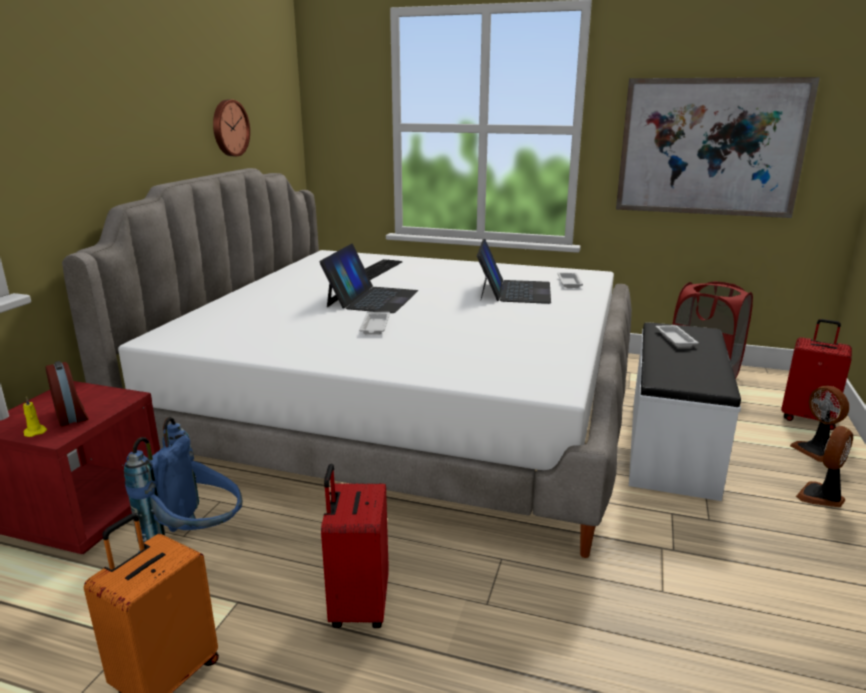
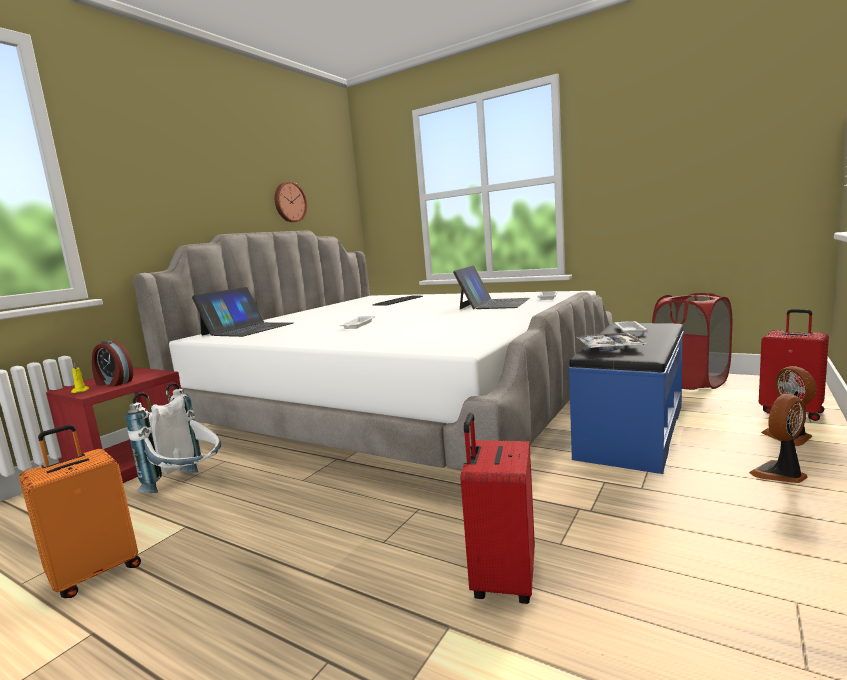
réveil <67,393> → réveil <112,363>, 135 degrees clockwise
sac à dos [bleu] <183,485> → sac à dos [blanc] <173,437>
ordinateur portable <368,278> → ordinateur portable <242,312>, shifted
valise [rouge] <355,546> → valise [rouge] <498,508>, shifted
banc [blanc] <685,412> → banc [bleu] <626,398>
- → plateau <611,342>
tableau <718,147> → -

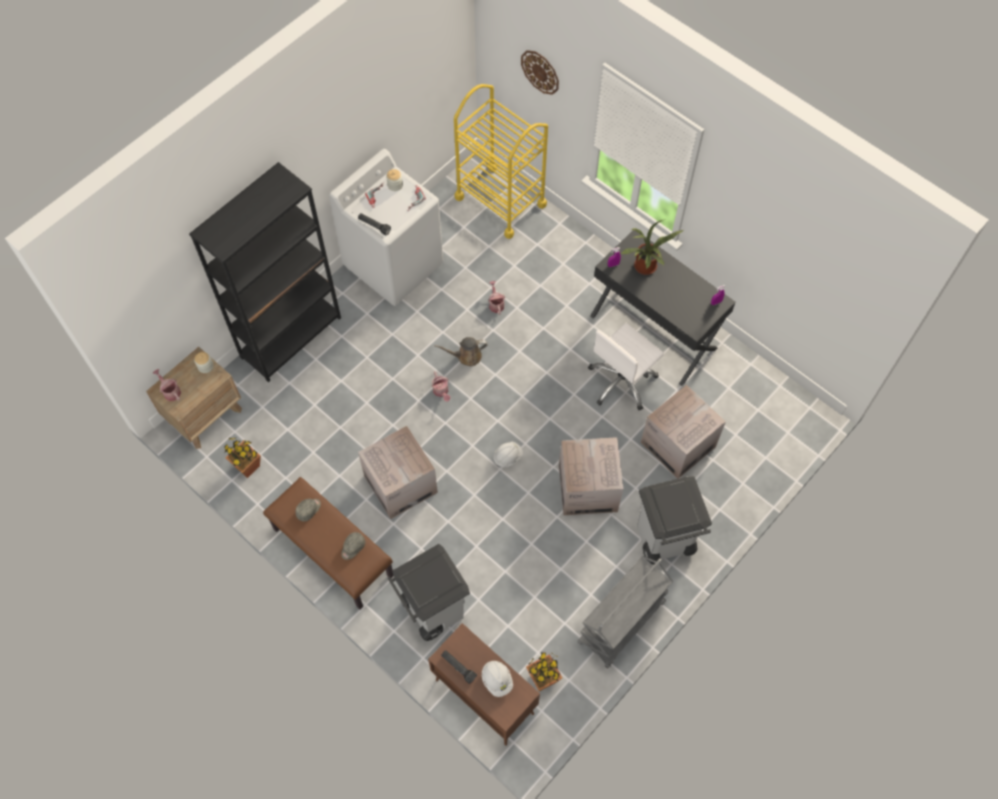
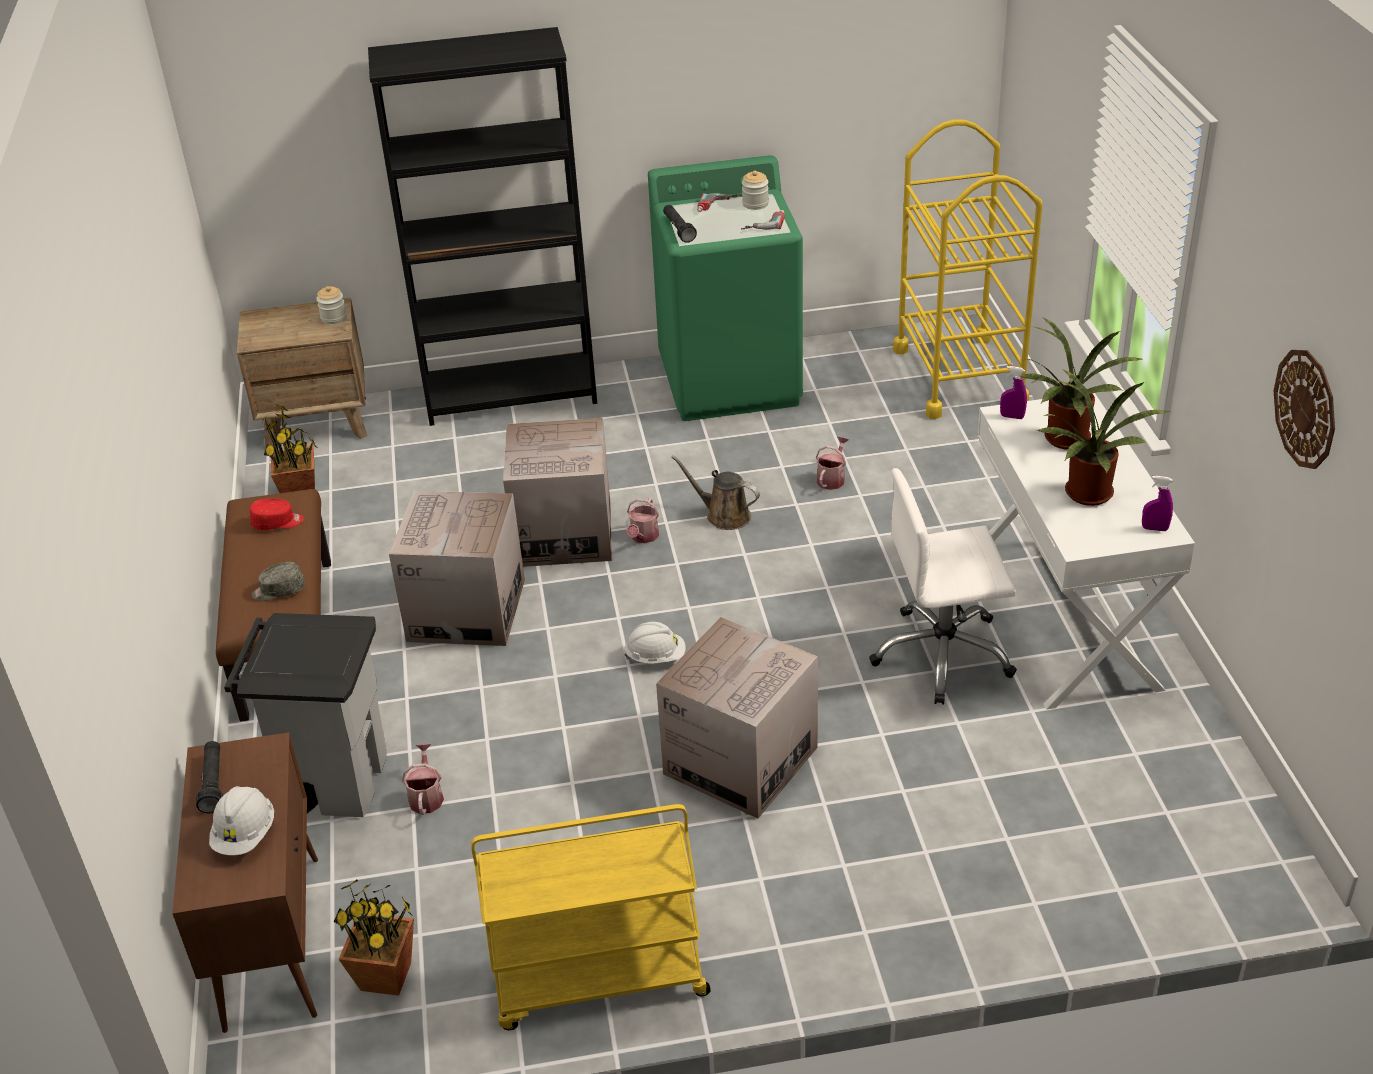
casquette [gris] <308,510> → casquette [rouge] <277,514>
arrosoir <167,385> → arrosoir <423,779>, shifted
chariot [gris] <625,612> → chariot [jaune] <591,917>
carton <683,432> → carton <557,492>, shifted
lave-linge [blanc] <386,227> → lave-linge [vert] <725,288>
bureau [noir] <663,308> → bureau [blanc] <1086,551>
- → plante en pot <1103,437>
horloge murale <540,72> → horloge murale <1304,409>, shifted
poubelle [gris] <674,520> → -

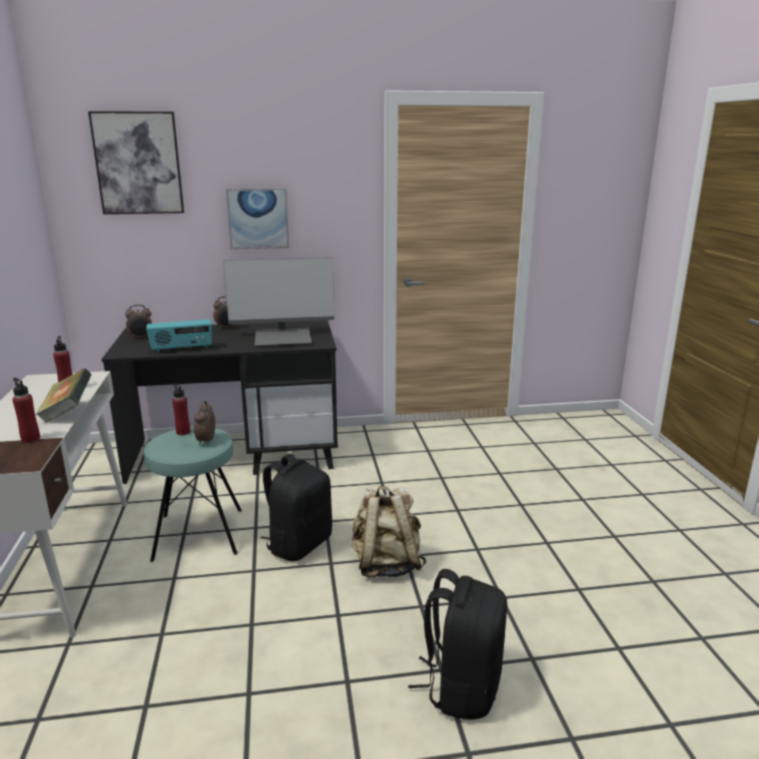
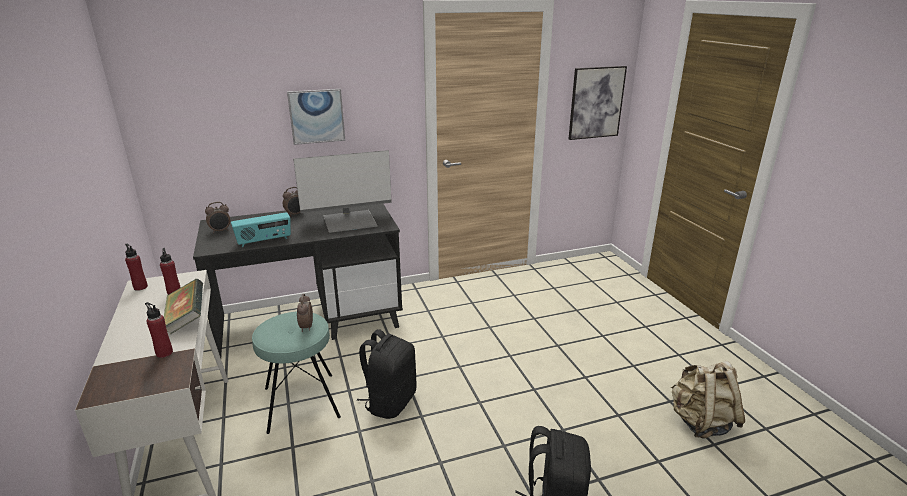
bouteille [rouge] <181,409> → bouteille [rouge] <136,267>, shifted
tableau <136,162> → tableau <598,103>, shifted
sac à dos [beige] <388,532> → sac à dos [beige] <708,400>, shifted

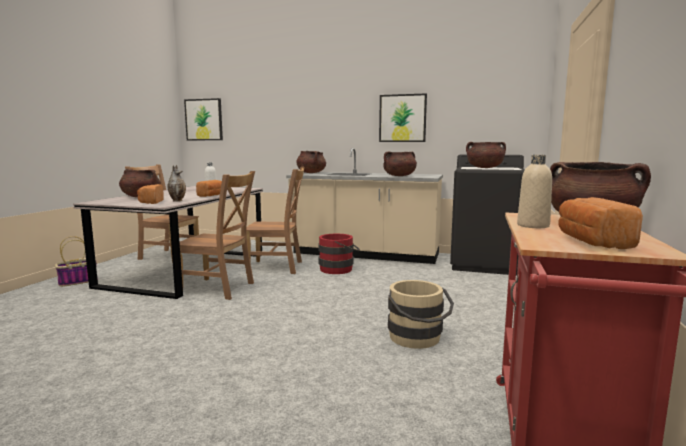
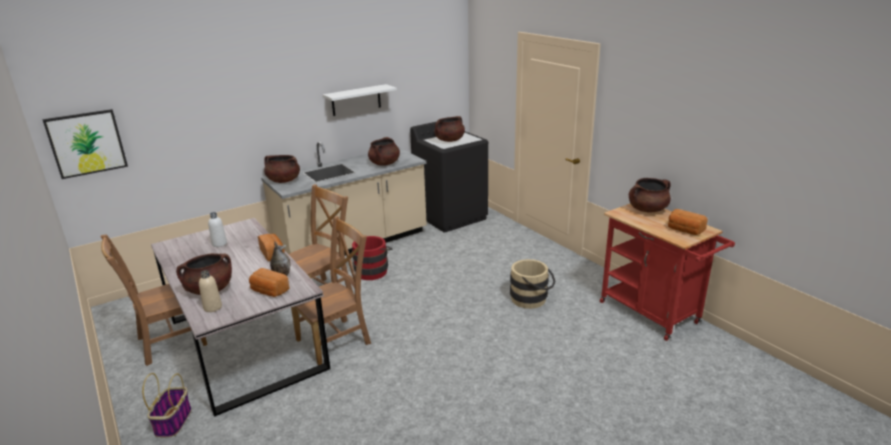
bouteille [beige] <534,191> → bouteille [beige] <210,291>, shifted
tableau <403,117> → étagère [blanc] <360,100>

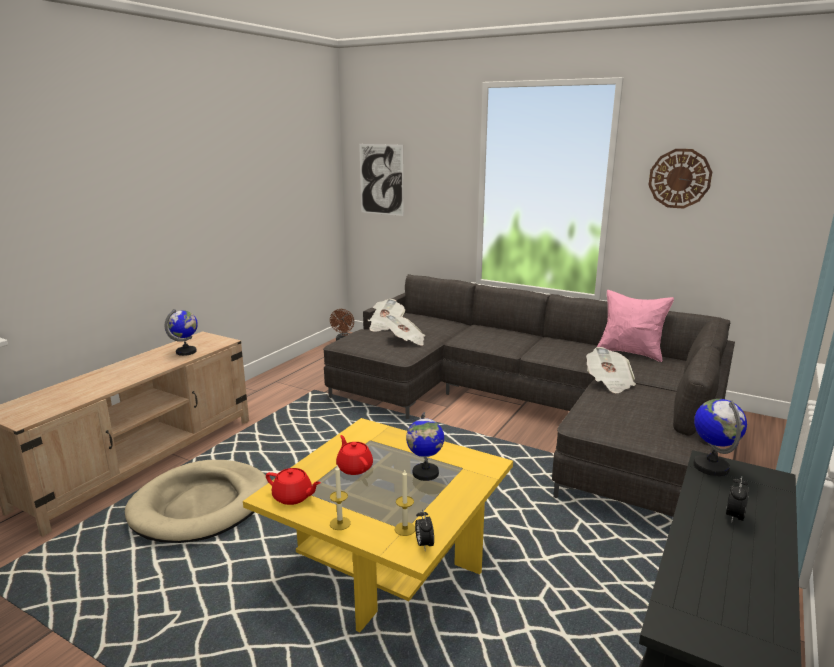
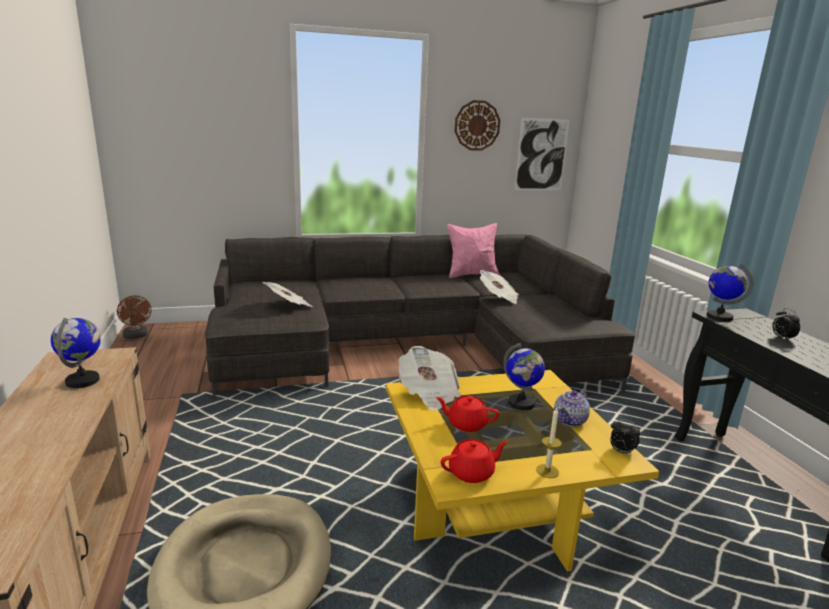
journal <386,315> → journal <430,378>, shifted
tableau <381,180> → tableau <542,154>, shifted
- → théière <572,408>
bougie <405,503> → -

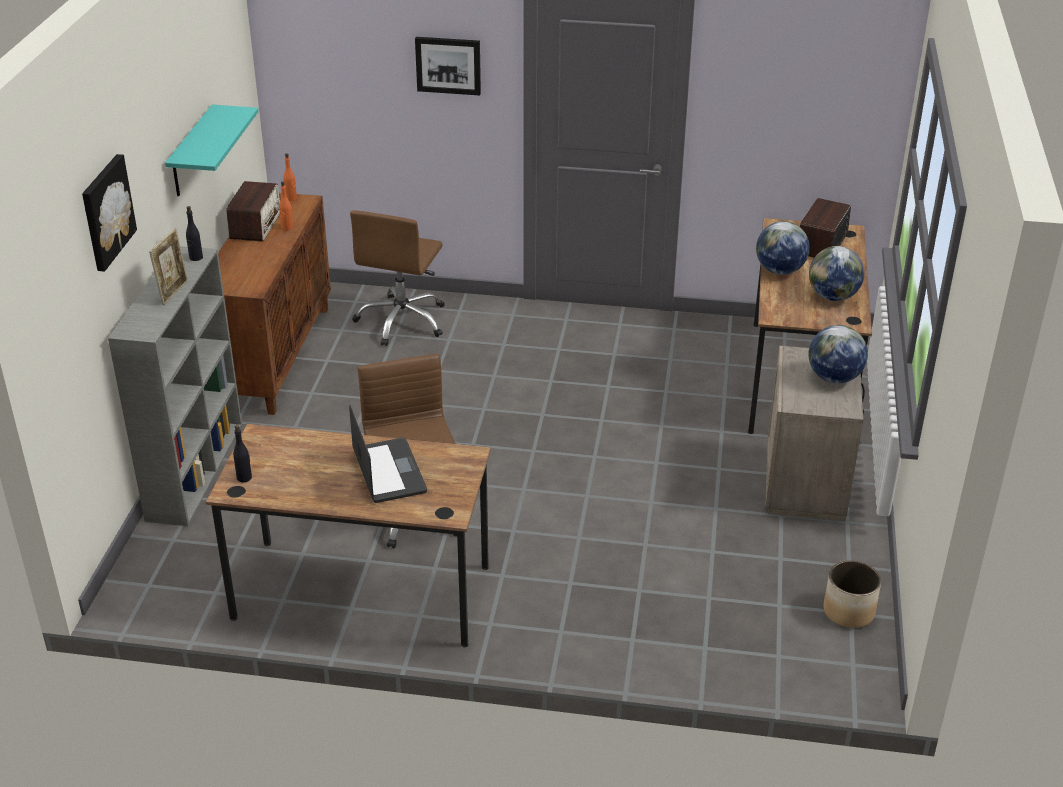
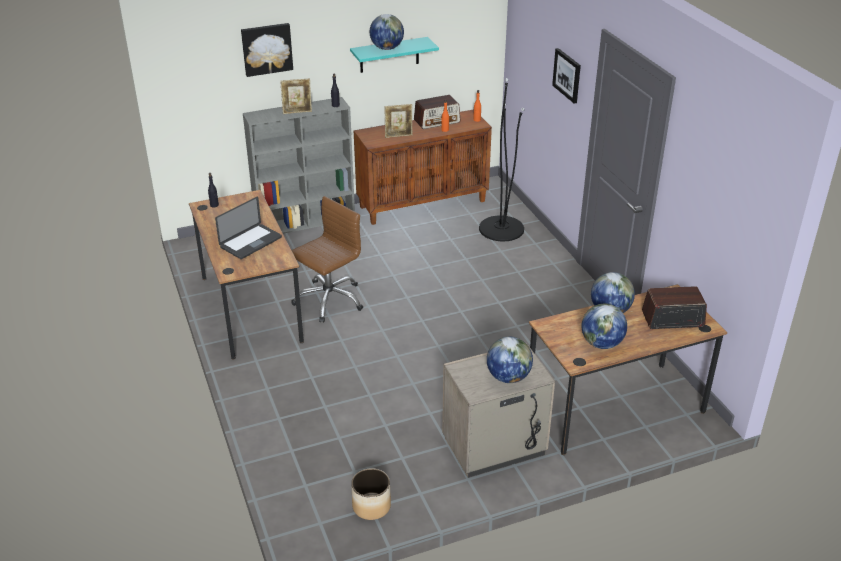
- → globe <387,32>
- → cadre photo <398,121>
chaise de bureau [marron] <397,278> → lampadaire [noir] <502,159>

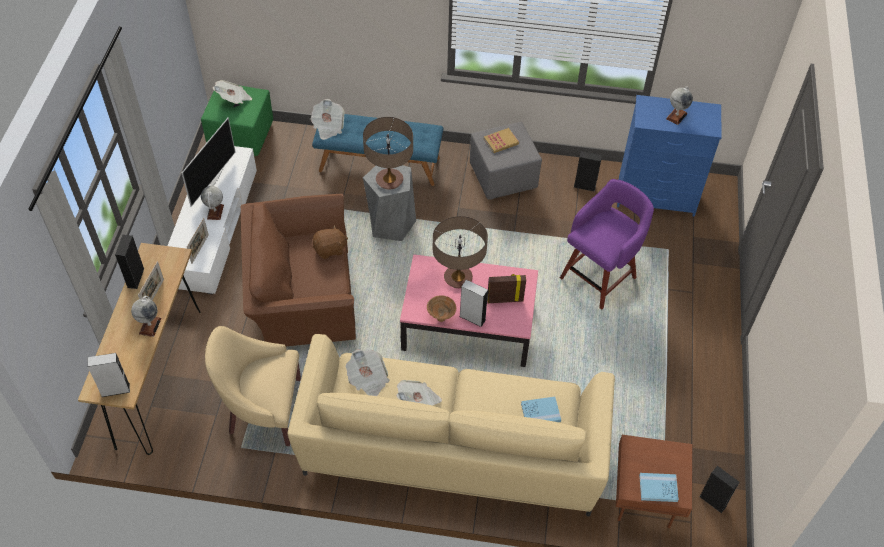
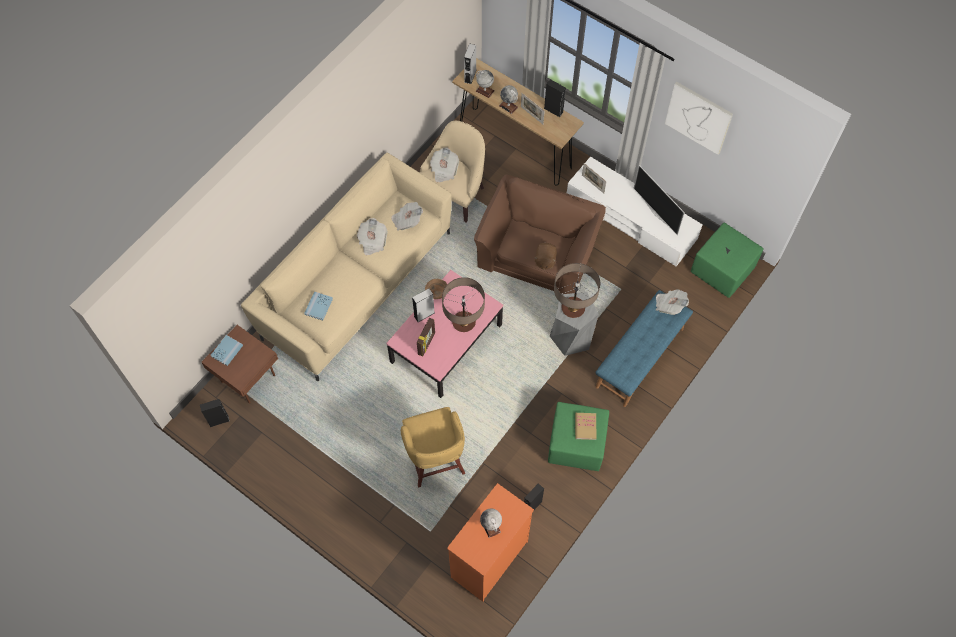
tabouret [violet] <607,244> → tabouret [jaune] <433,447>
journal <232,92> → journal <444,165>, shifted
commode [bleu] <669,156> → commode [orange] <490,542>
globe <212,203> → globe <485,84>, shifted
pouf [gris] <506,161> → pouf [vert] <578,436>
- → tableau <699,118>

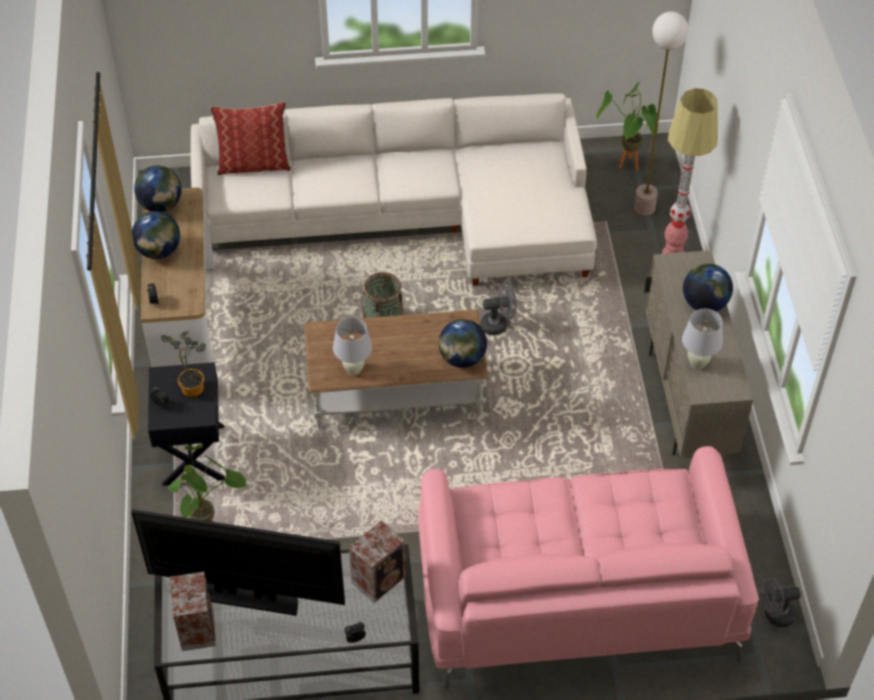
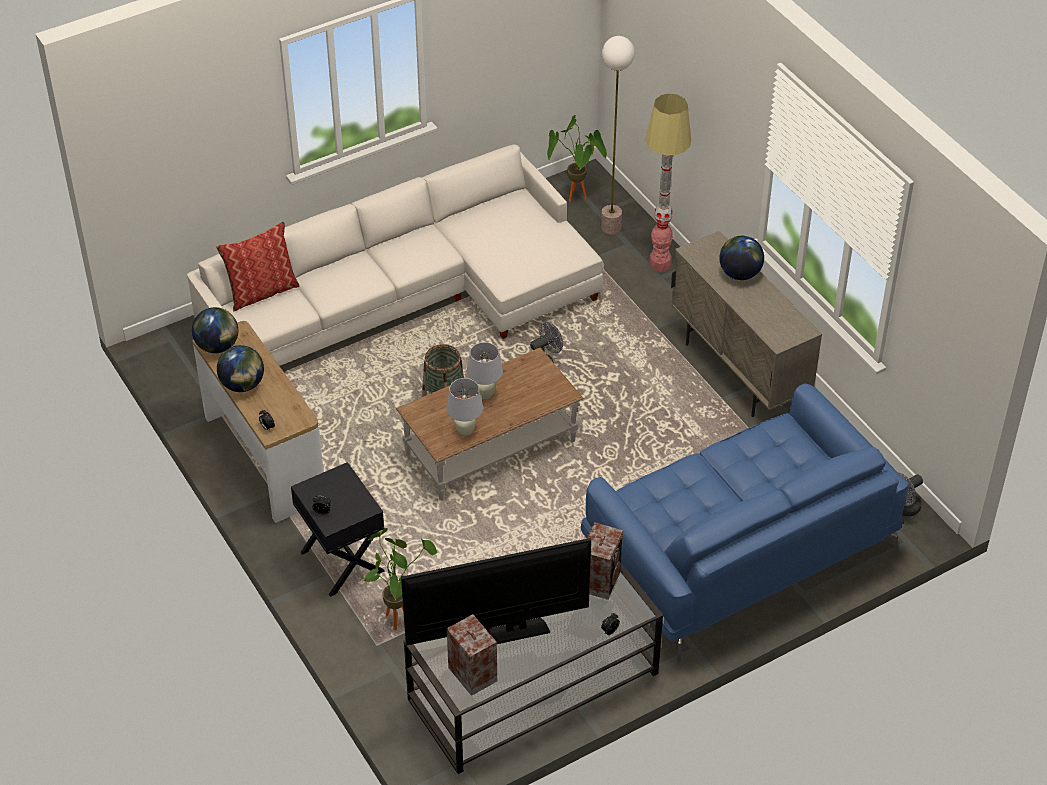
lampe de table [blanc] <702,339> → lampe de table [blanc] <485,370>, shifted
canapé [rose] <588,568> → canapé [bleu] <745,523>
plante en pot <183,364> → -
globe <463,343> → -

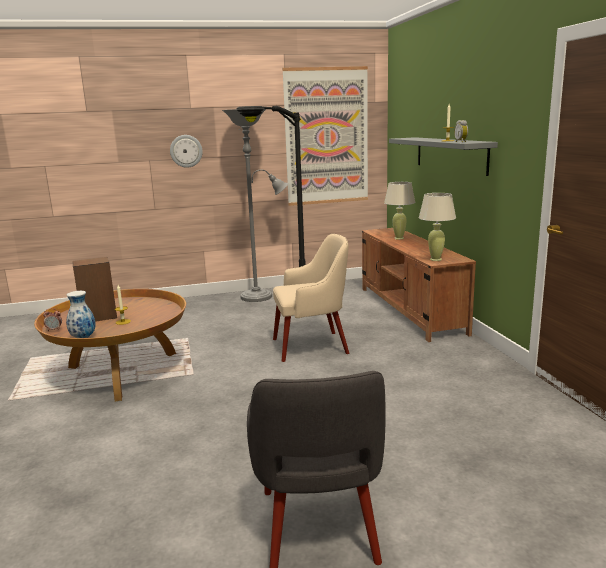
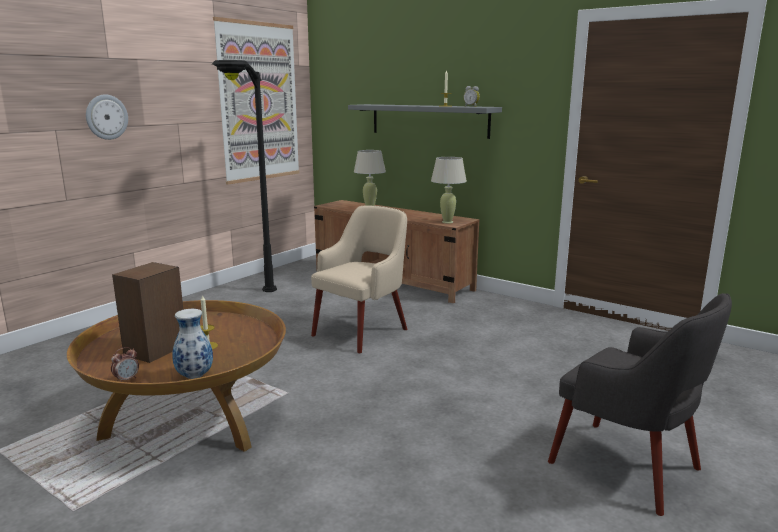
lampadaire [gris] <255,205> → -

